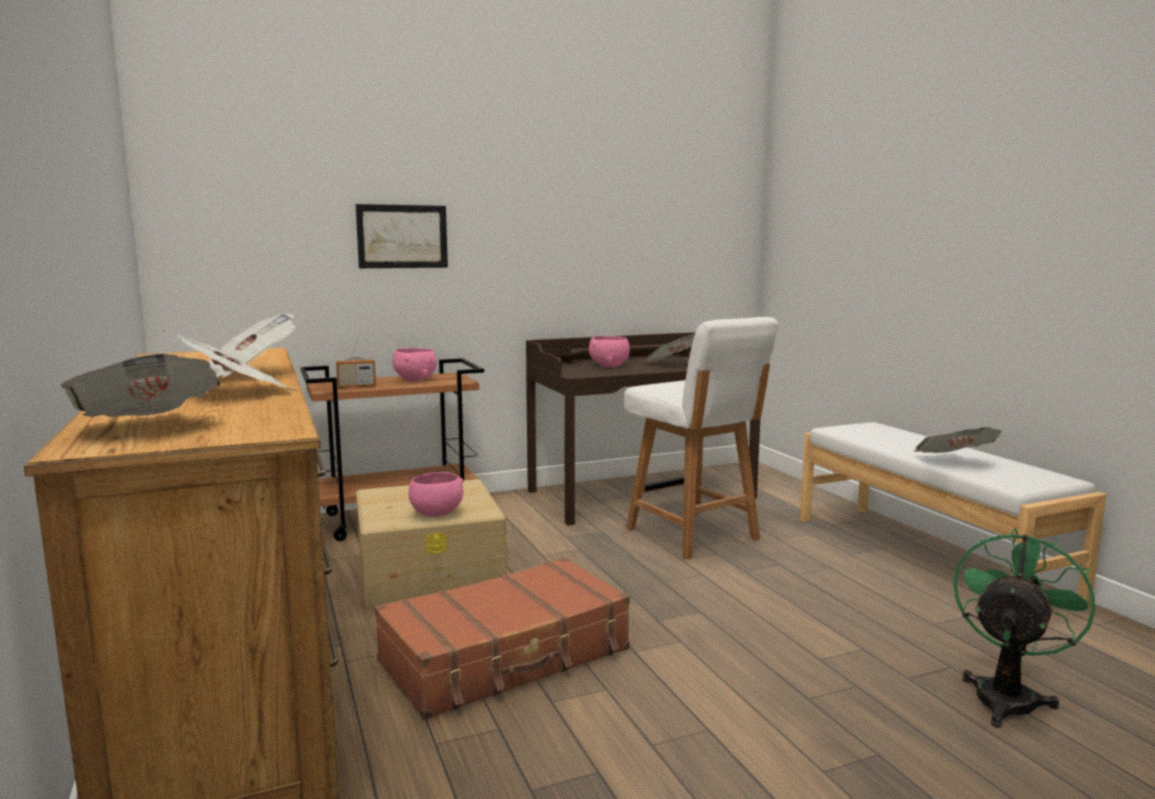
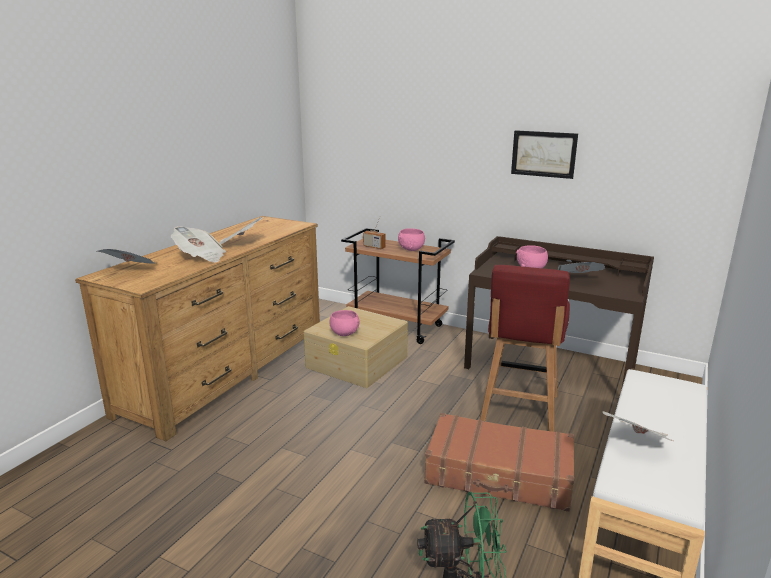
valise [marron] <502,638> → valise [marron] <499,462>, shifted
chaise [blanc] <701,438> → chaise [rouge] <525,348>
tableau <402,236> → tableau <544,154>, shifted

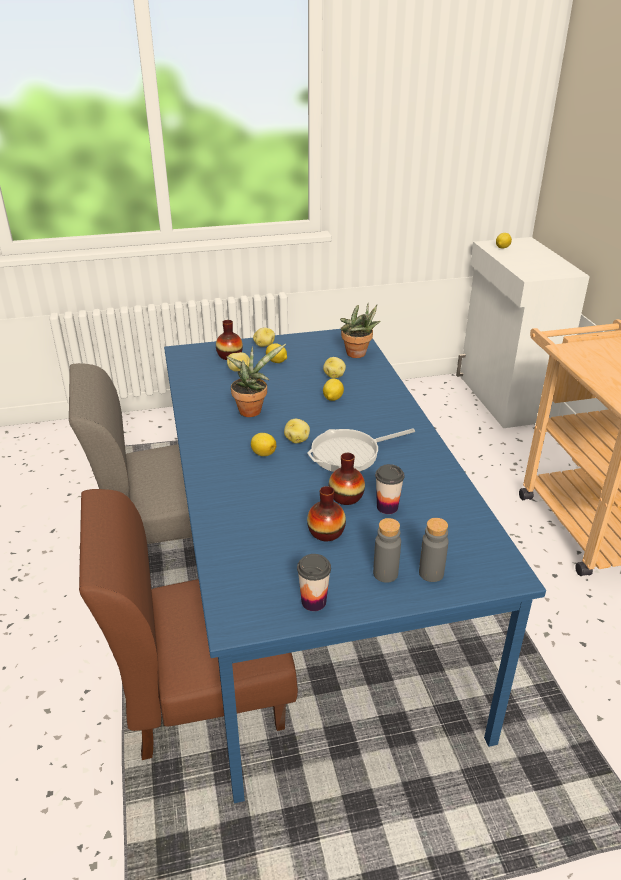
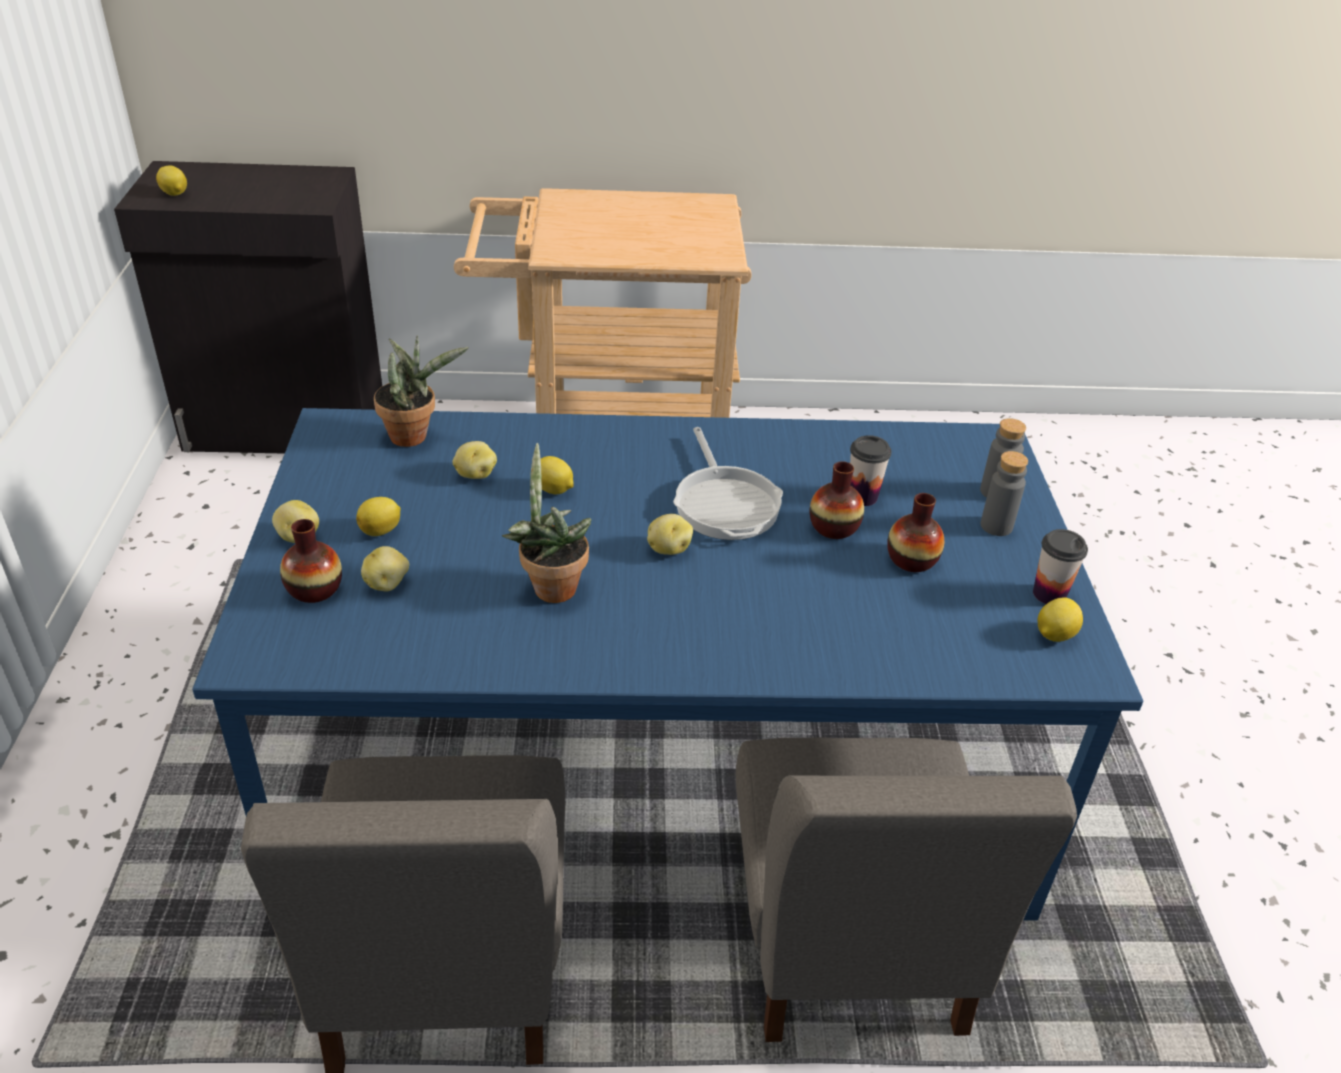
meuble de rangement [blanc] <523,332> → meuble de rangement [noir] <248,307>
chaise [marron] <188,624> → chaise [gris] <906,890>
citron <263,444> → citron <1060,619>, shifted

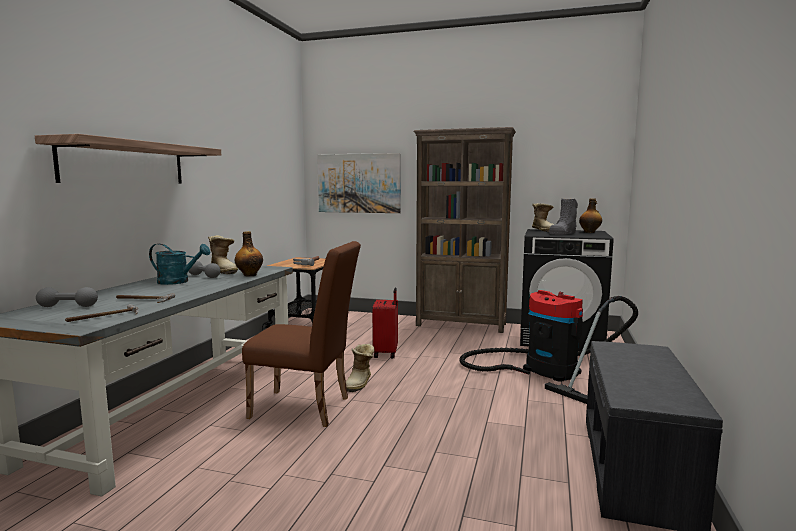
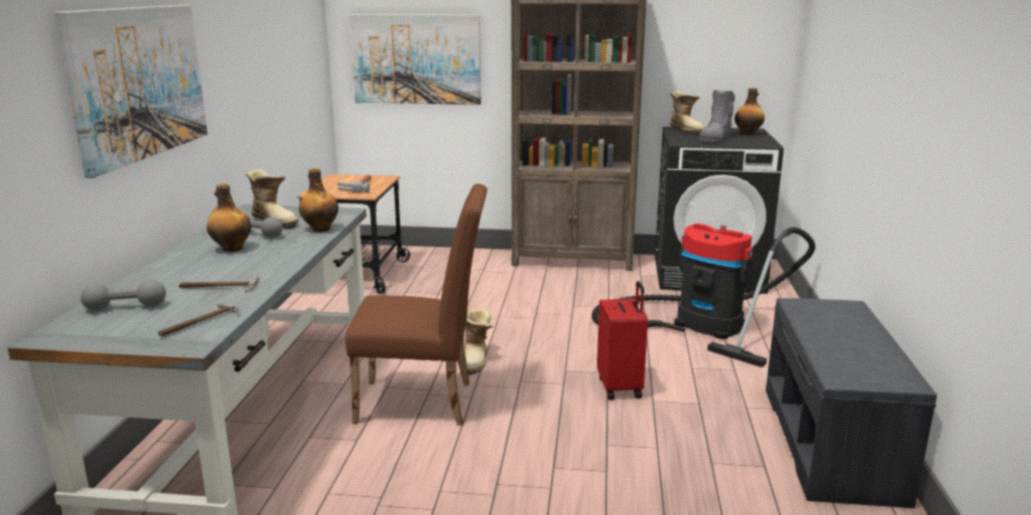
étagère <128,158> → tableau <131,91>
arrosoir [turquoise] <179,264> → bouteille <229,218>
valise [rouge] <385,323> → valise [rouge] <622,340>, shifted

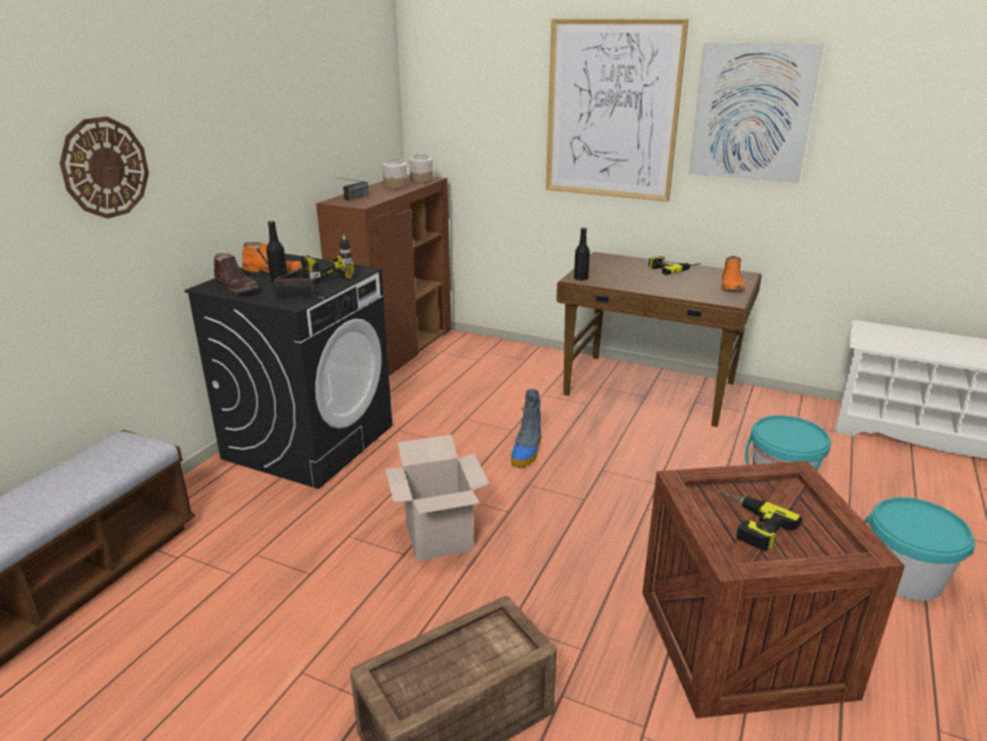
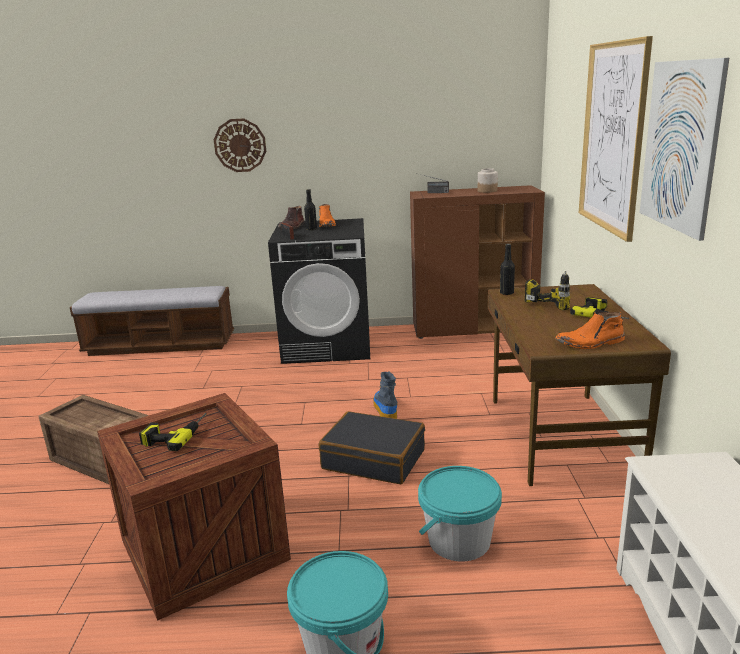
- → valise [noir] <372,447>
botte <526,428> → botte <385,395>, 90 degrees clockwise
perceuse <328,257> → perceuse <548,290>, shifted
carton <437,498> → -
bocal <421,168> → -

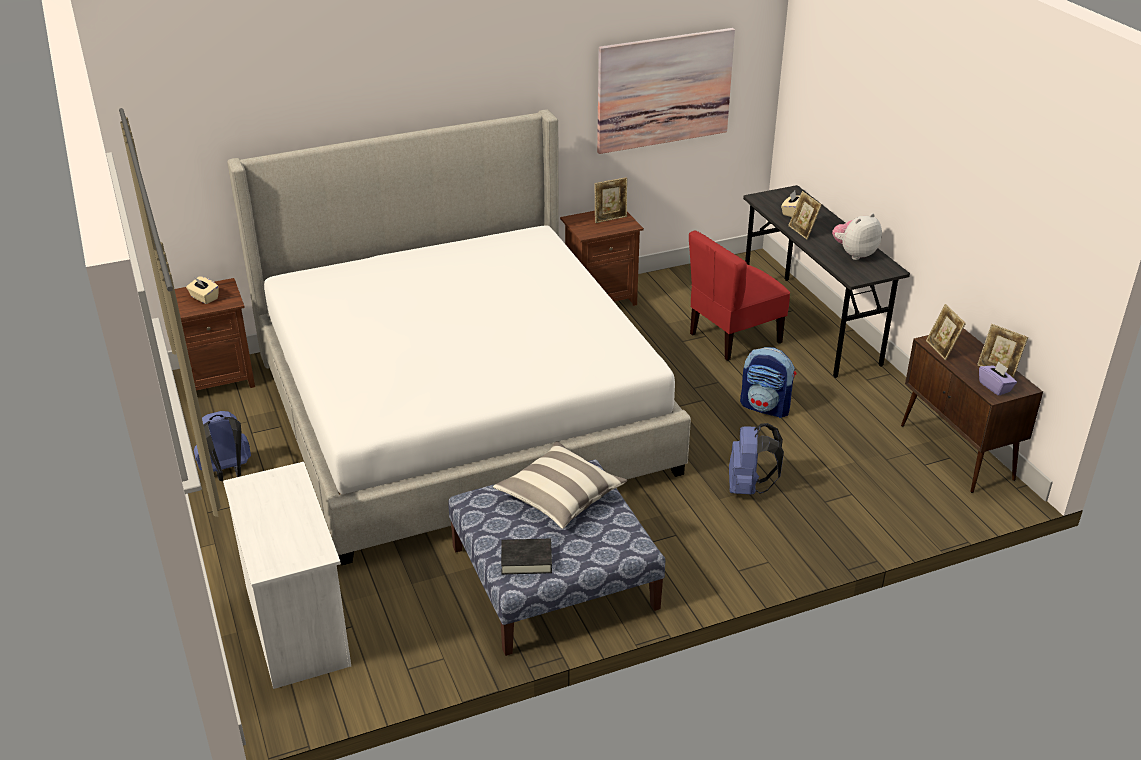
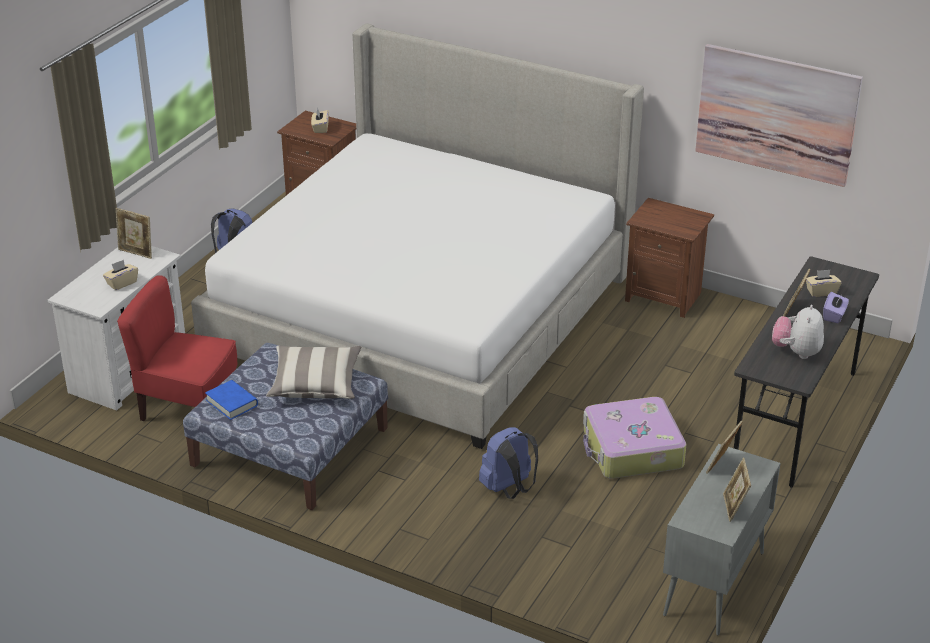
- → boîte à mouchoirs [beige] <120,275>
cadre photo <611,200> → cadre photo <134,233>, shifted
chaise [rouge] <739,295> → chaise [rouge] <177,348>, shifted
livre [noir] <526,557> → livre [bleu] <231,400>
sac à dos <768,382> → valise <634,438>
meuble de rangement [marron] <972,410> → meuble de rangement [gris] <721,539>
peluche <857,236> → peluche <798,332>, 90 degrees counterclockwise
boîte à mouchoirs [violet] <998,378> → boîte à mouchoirs [violet] <836,307>, shifted

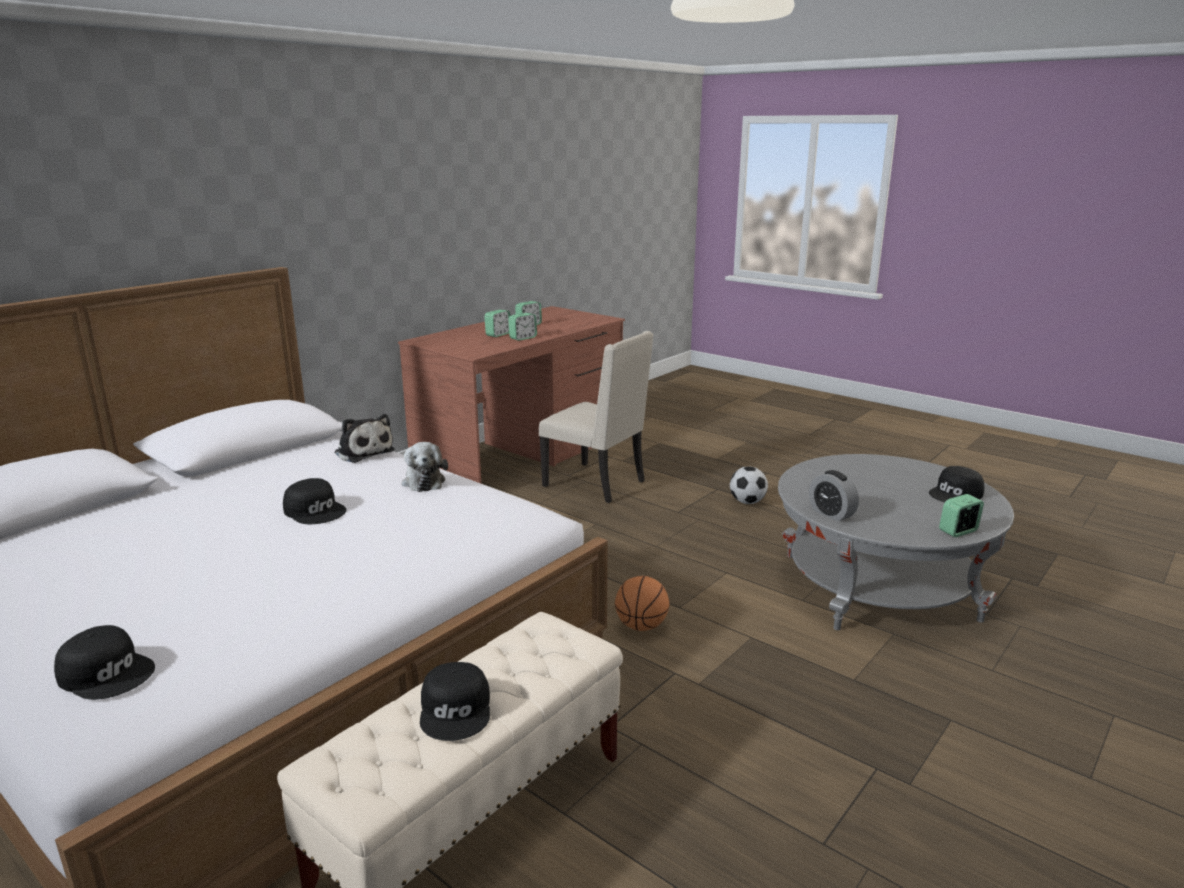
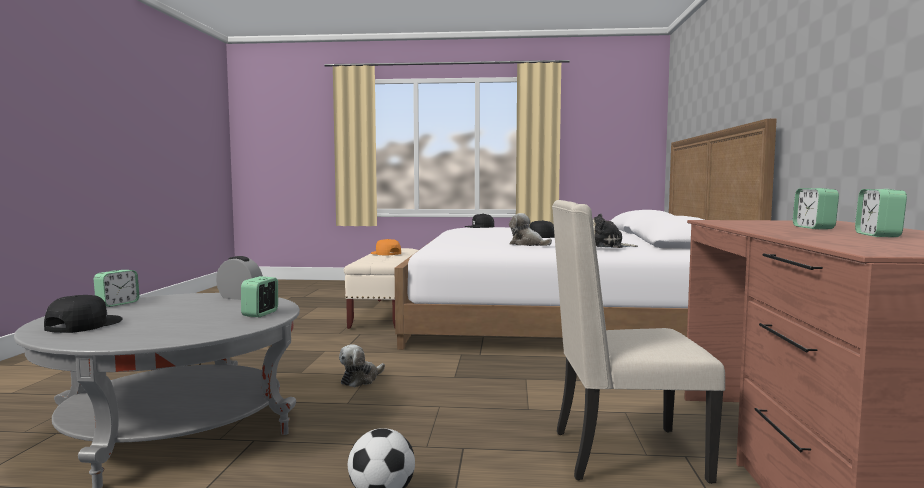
réveil <522,327> → réveil <259,296>, shifted
- → peluche <362,365>
casquette [noir] <455,701> → casquette [orange] <386,247>
ballon de basket <642,603> → -

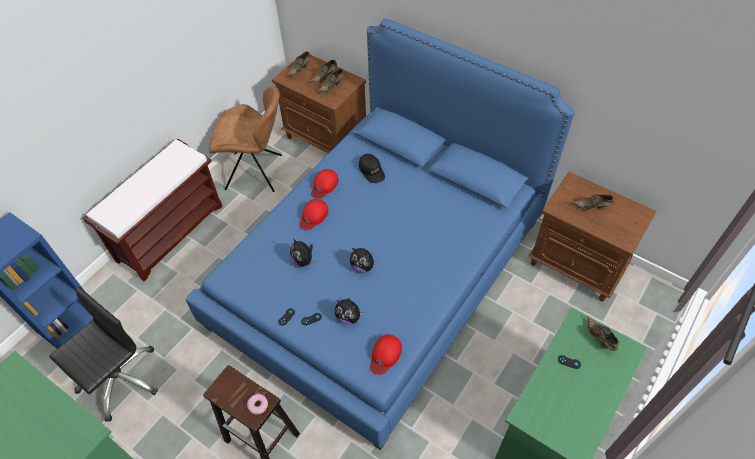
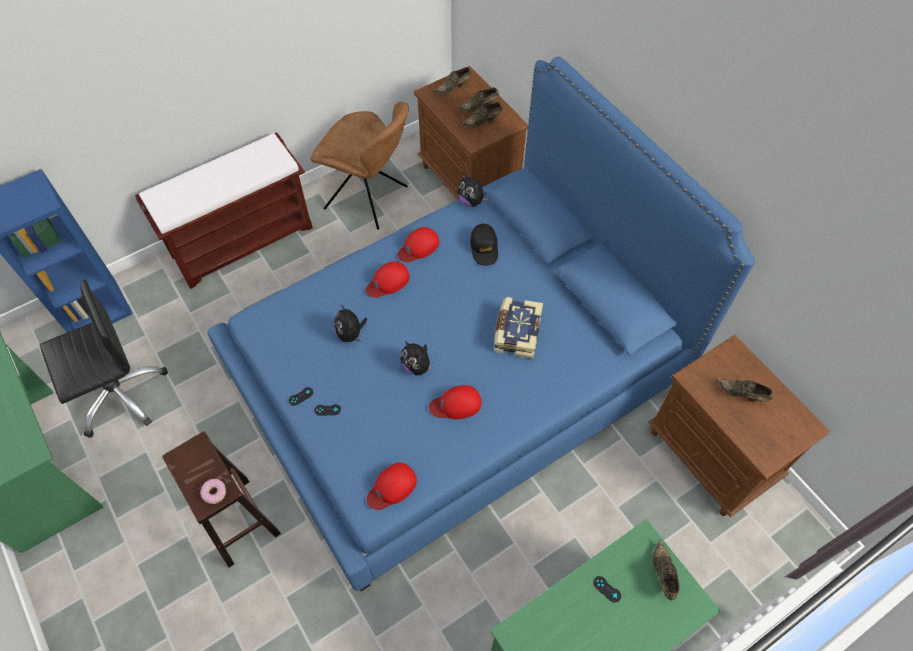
- → casquette [rouge] <455,402>
peluche <349,311> → peluche <472,190>, shifted
- → livre <518,328>

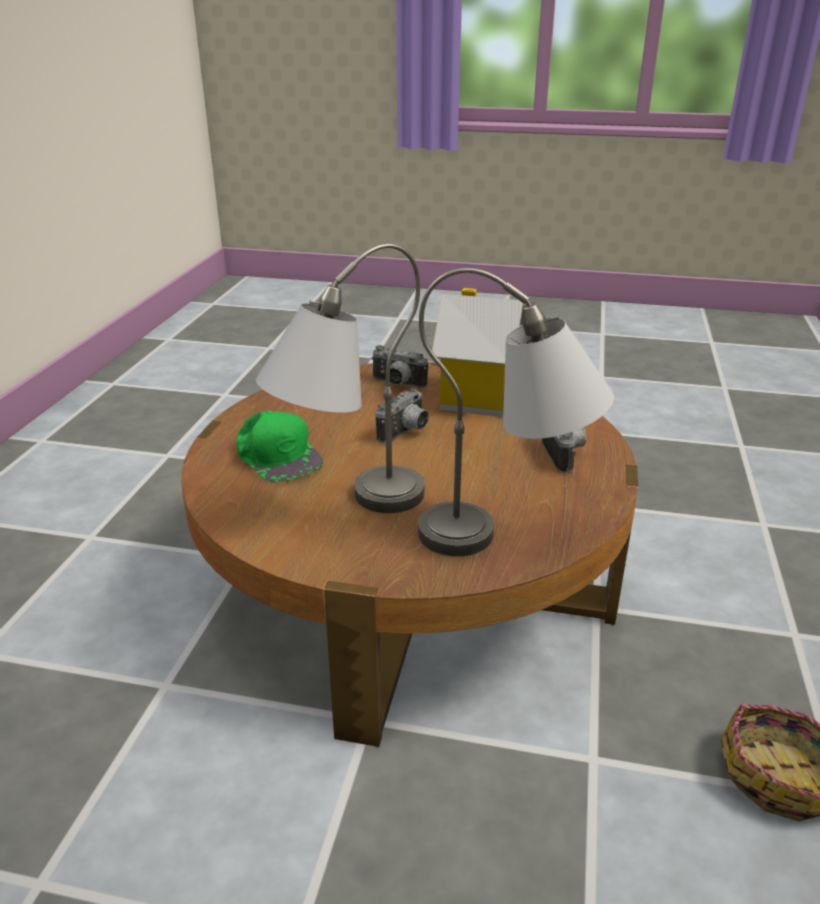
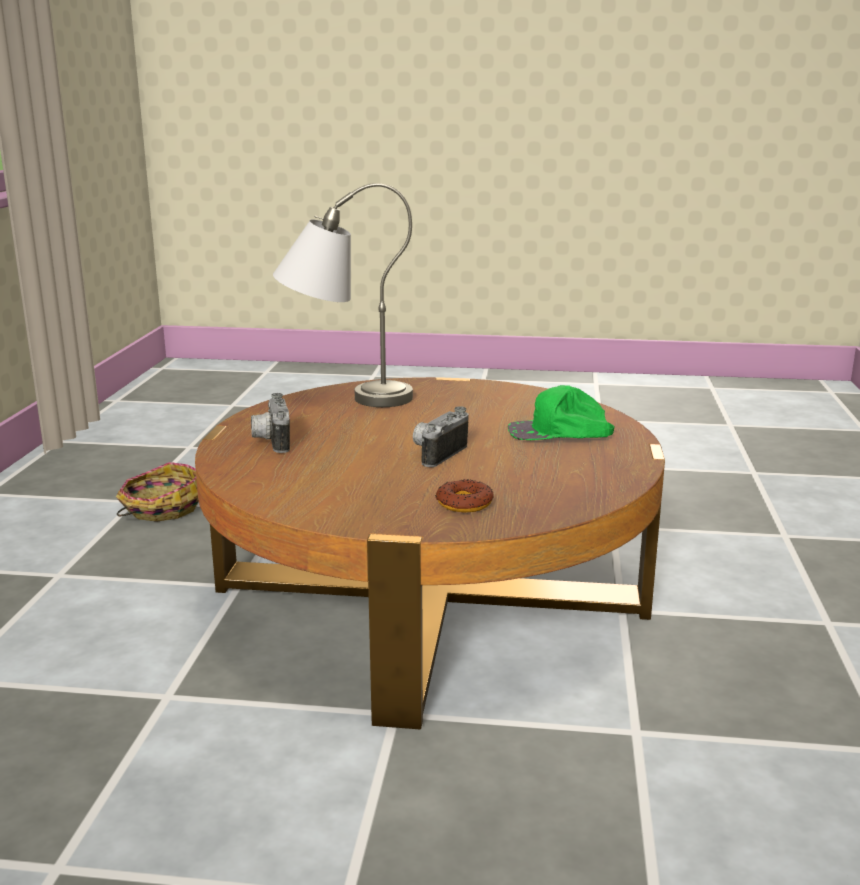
appareil photo <399,366> → beignet <464,496>
casquette [vert] <279,446> → casquette [vert] <561,412>, 45 degrees counterclockwise
lampe de table [gris] <340,378> → -
maison miniature <478,352> → -

